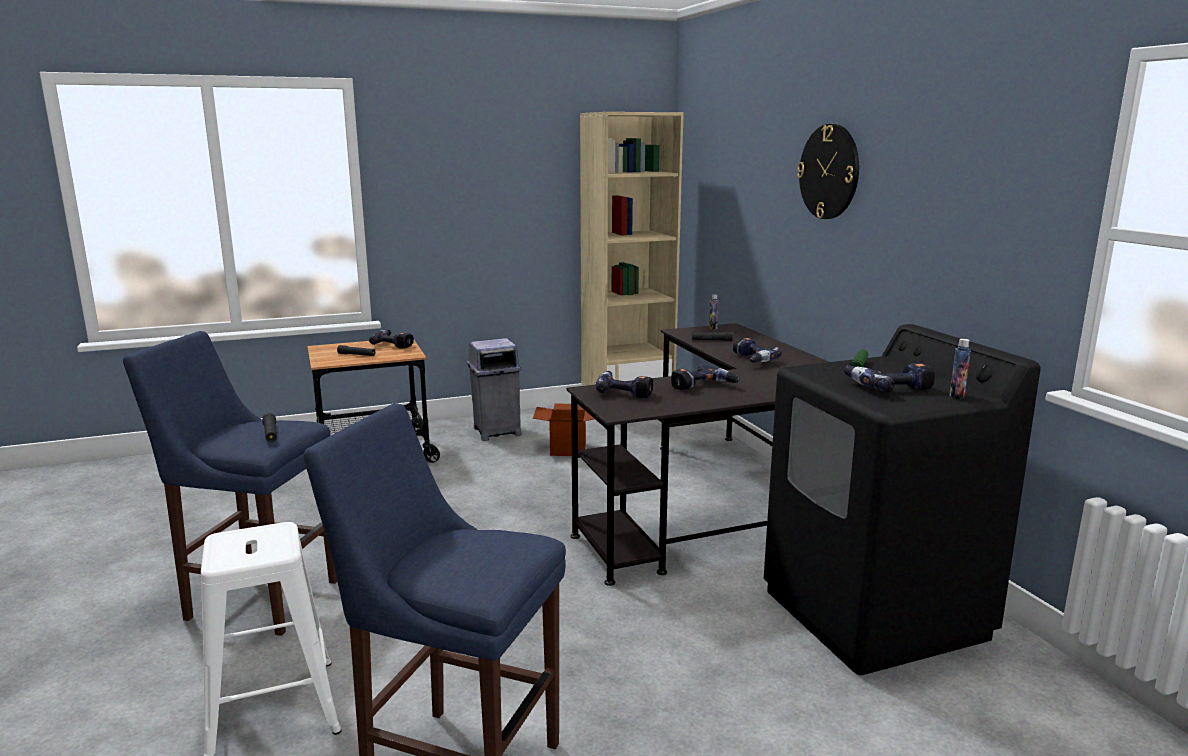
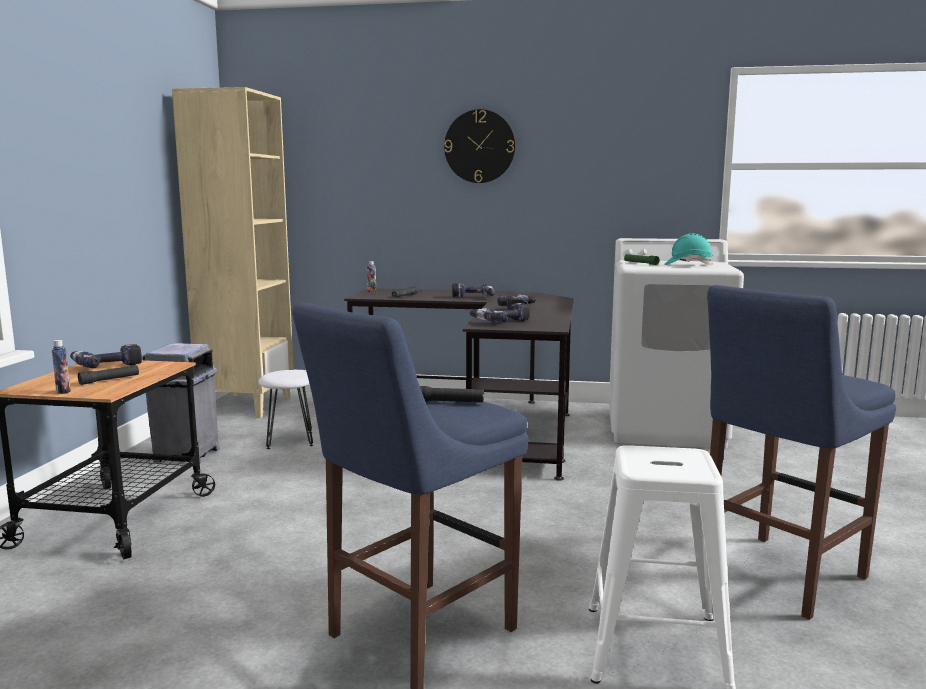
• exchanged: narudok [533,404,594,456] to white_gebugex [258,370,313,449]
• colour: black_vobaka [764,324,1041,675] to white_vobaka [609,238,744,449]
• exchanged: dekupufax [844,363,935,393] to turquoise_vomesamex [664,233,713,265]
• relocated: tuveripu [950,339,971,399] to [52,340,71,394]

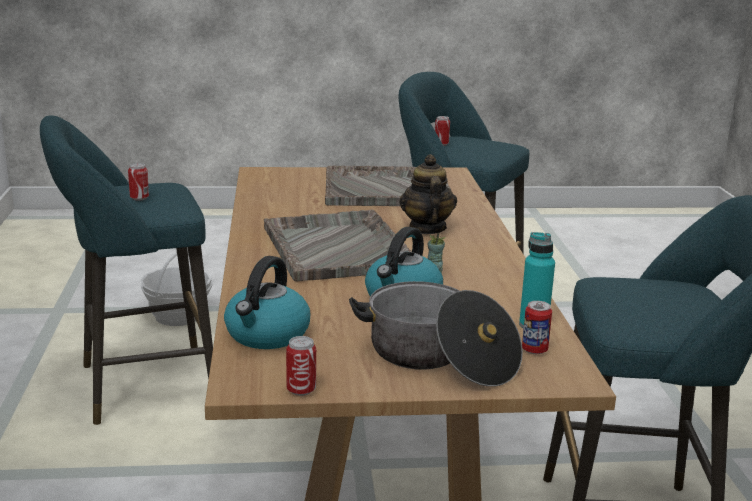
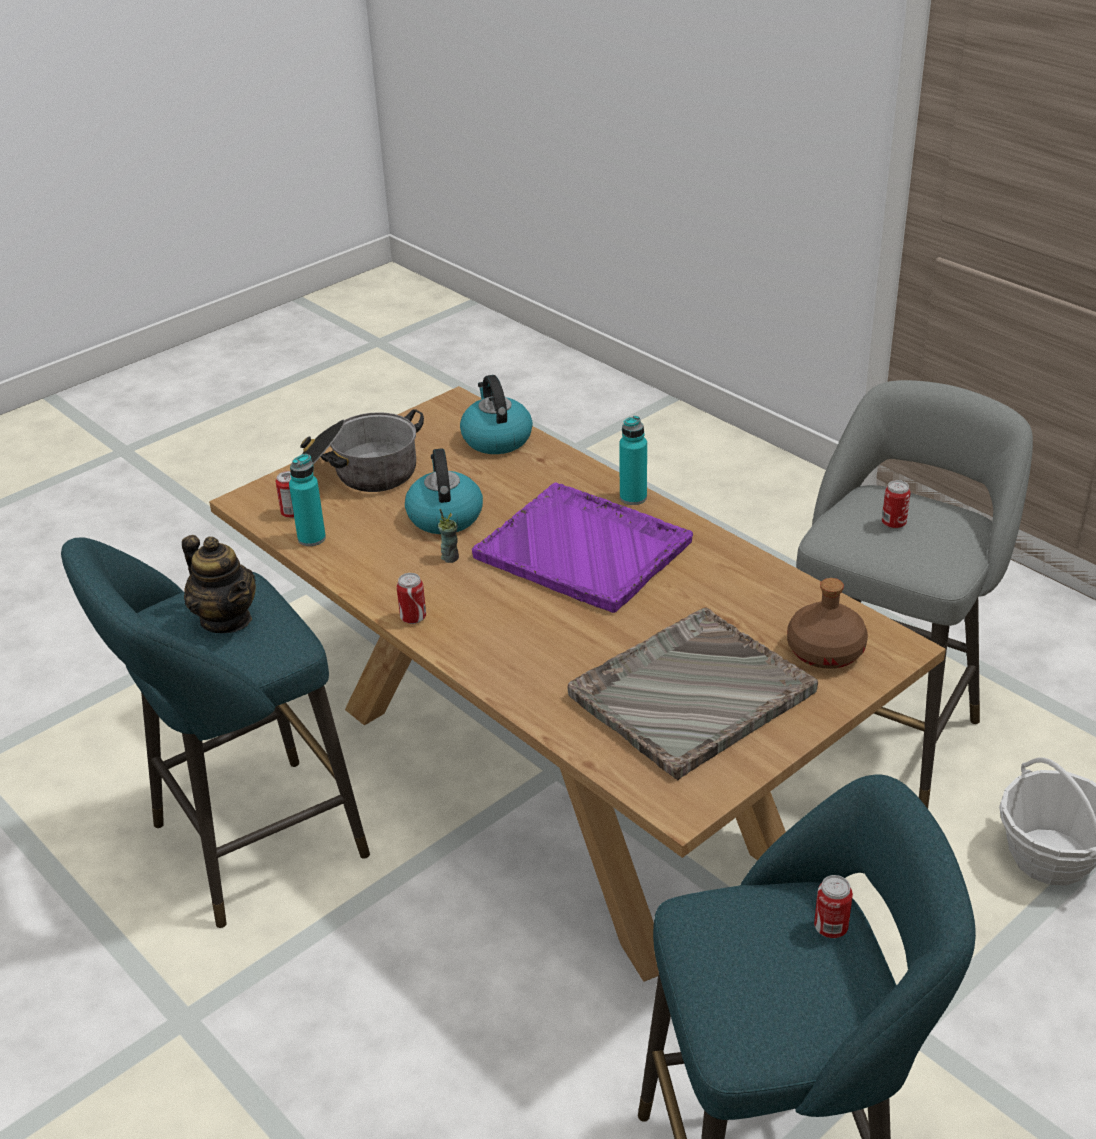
• colour: turquoise_gebugex [40,115,213,425] to grey_gebugex [797,380,1033,809]
• colour: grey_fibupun [264,210,412,281] to purple_fibupun [472,482,693,613]
• relocated: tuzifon [286,336,316,396] to [397,573,426,624]
• relocated: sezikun [400,154,457,234] to [182,535,256,633]
• appeared: turquoise_tuveripu [619,416,647,505]
• appeared: brown_tuveripu [787,578,868,669]

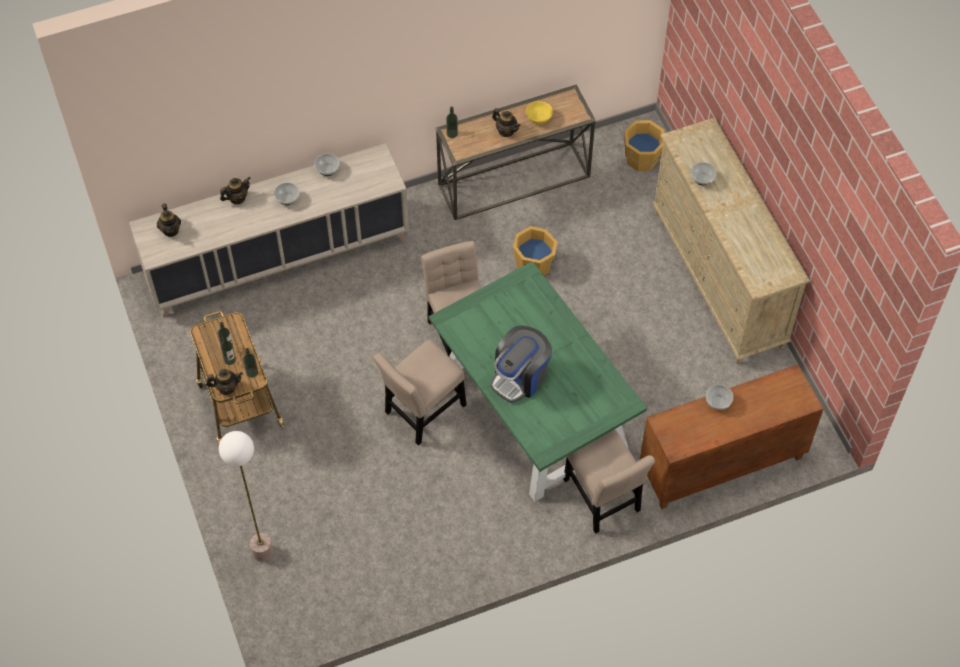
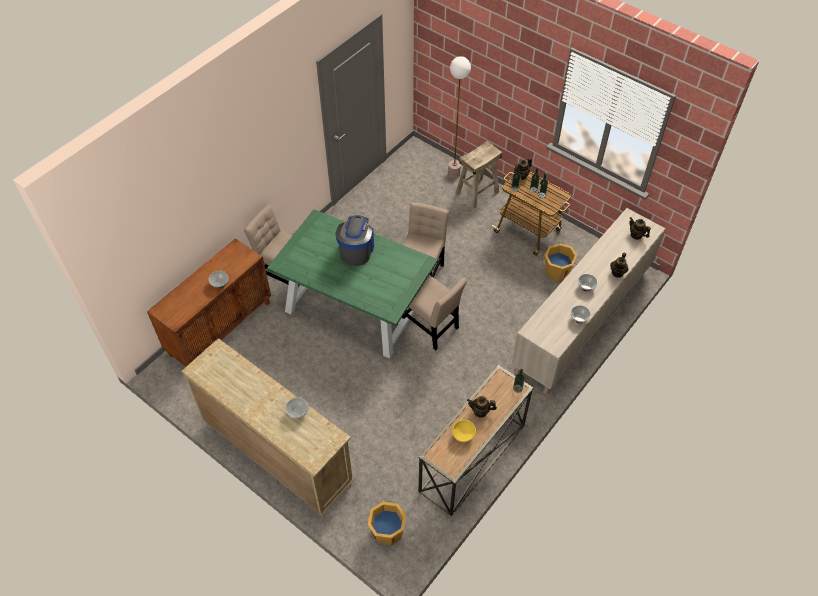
• relocated: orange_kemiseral [513,226,558,275] to [541,243,577,281]
• appeared: beige_gebugex [455,141,502,209]

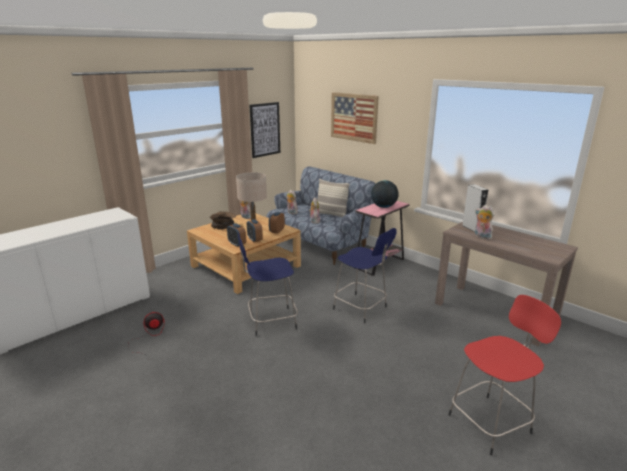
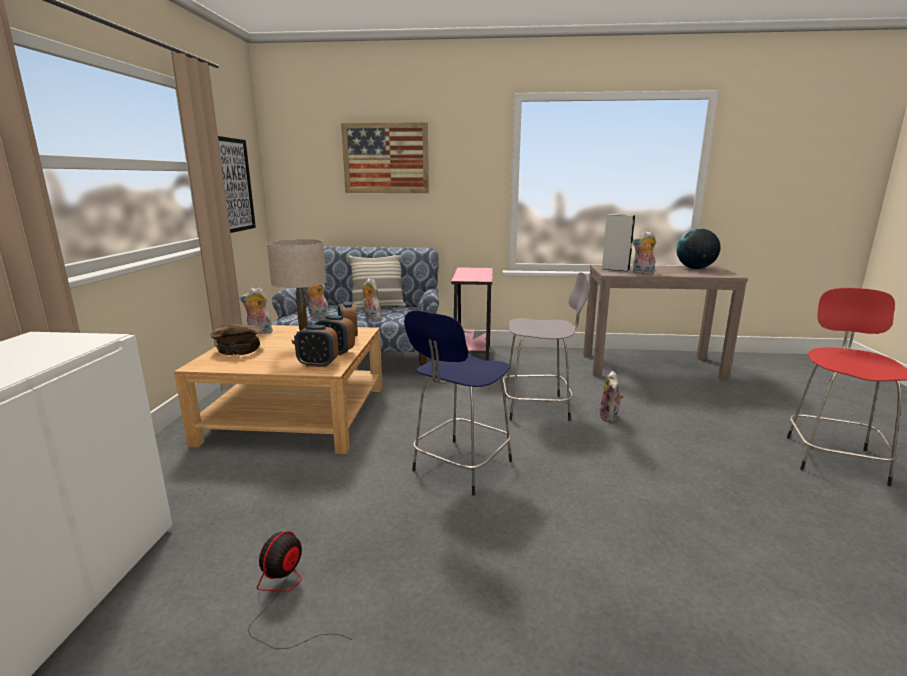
• colour: blue_gebugex [333,228,397,323] to grey_gebugex [503,272,590,421]
• relocated: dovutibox [371,180,399,208] to [676,228,720,269]
• appeared: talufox [599,371,623,422]

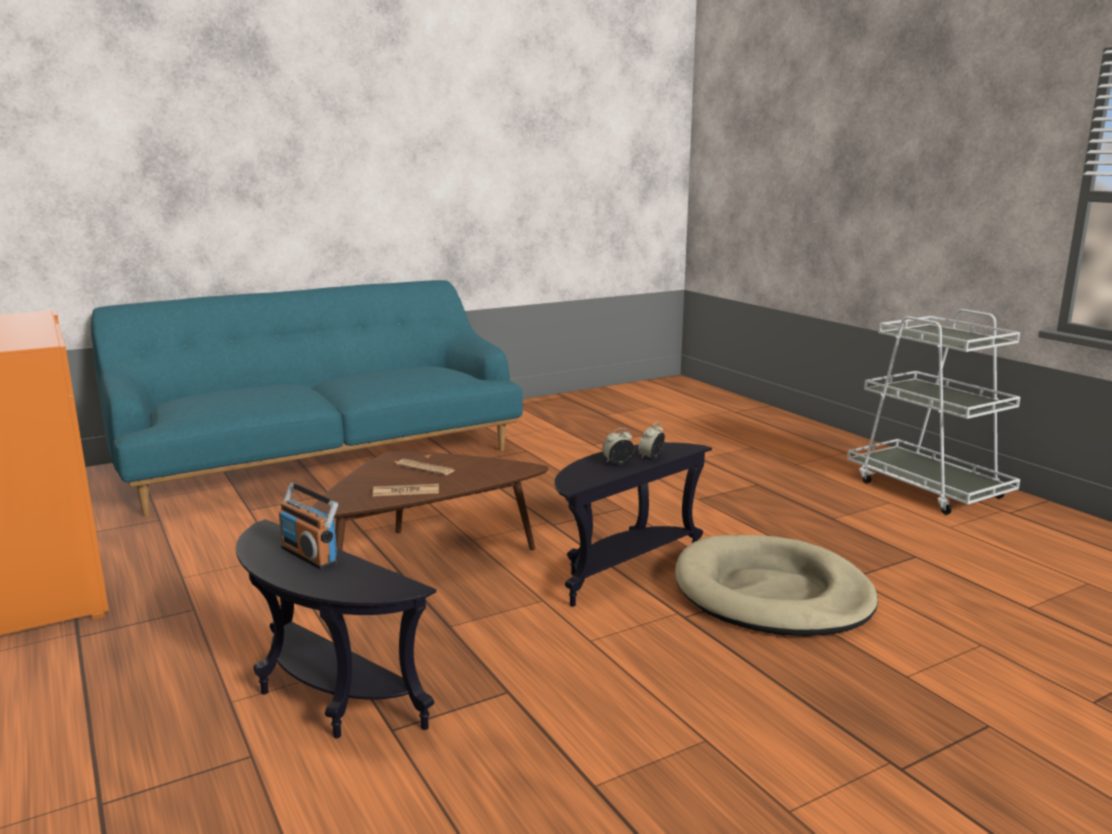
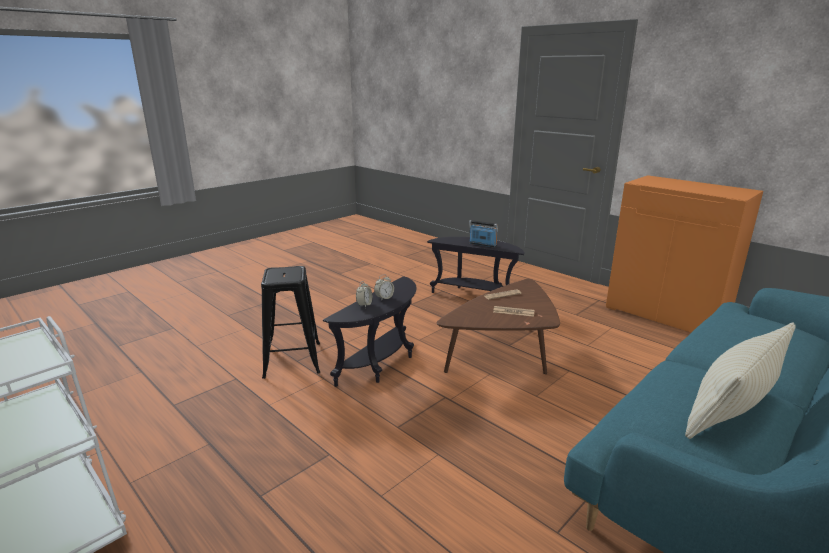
• exchanged: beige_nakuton [675,535,878,637] to black_gebugex [261,266,320,379]
• appeared: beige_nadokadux [685,323,796,439]

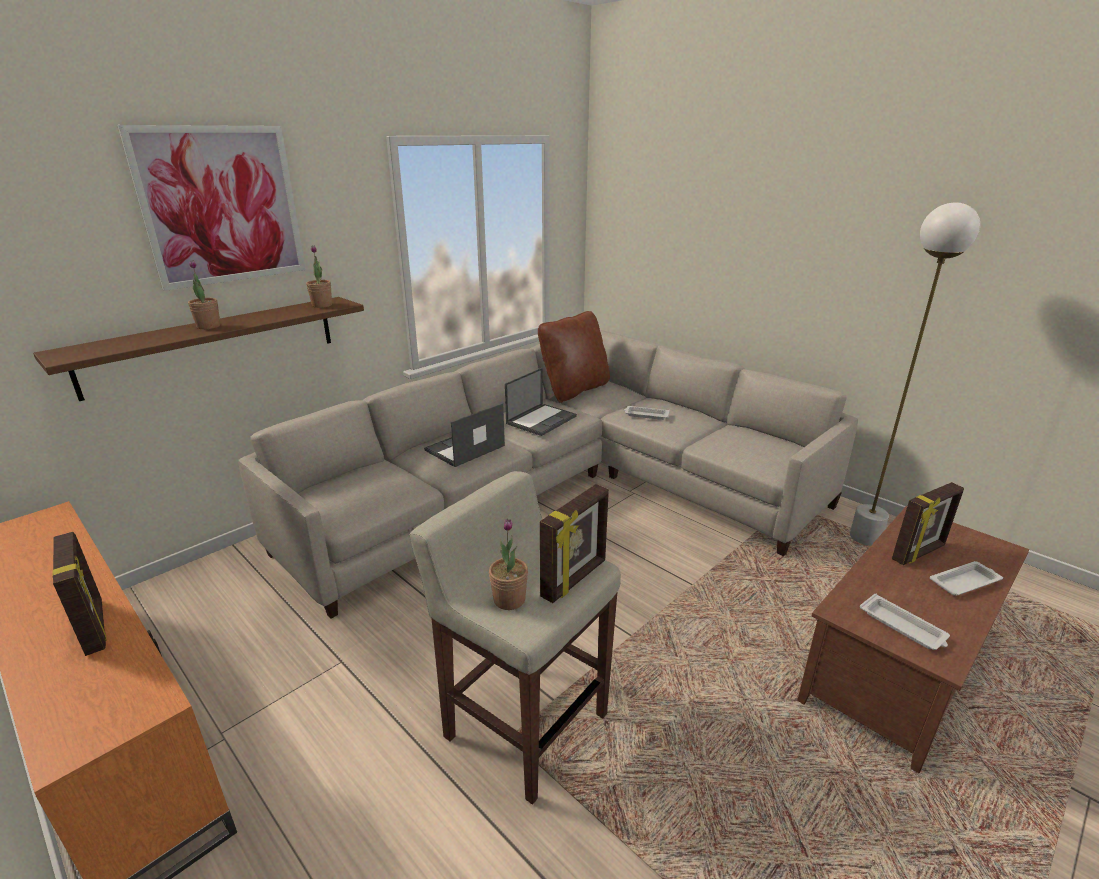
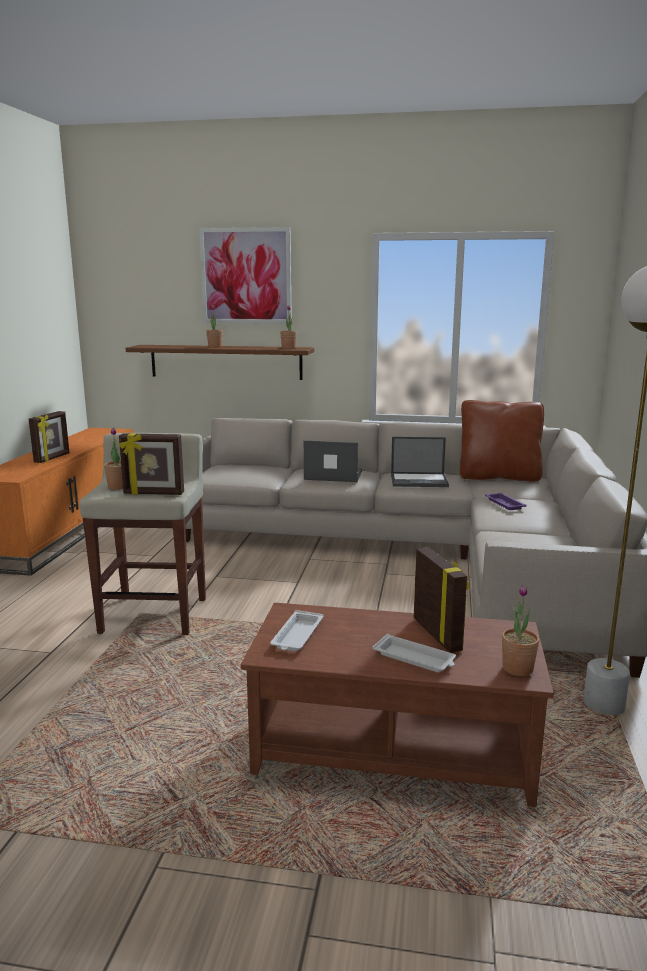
• colour: white_fibupun [624,406,670,420] to purple_fibupun [485,493,527,510]
• spun: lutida [892,482,964,565] = [414,547,469,653] 135 degrees counterclockwise
• appeared: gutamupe [502,585,539,676]

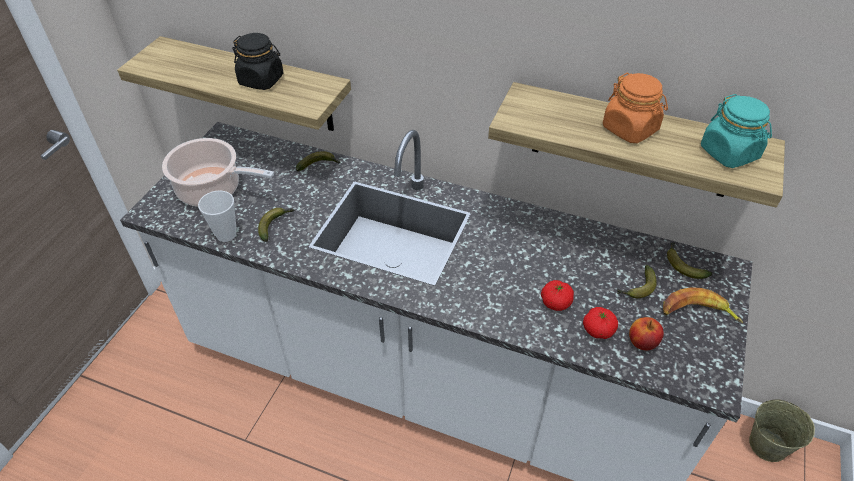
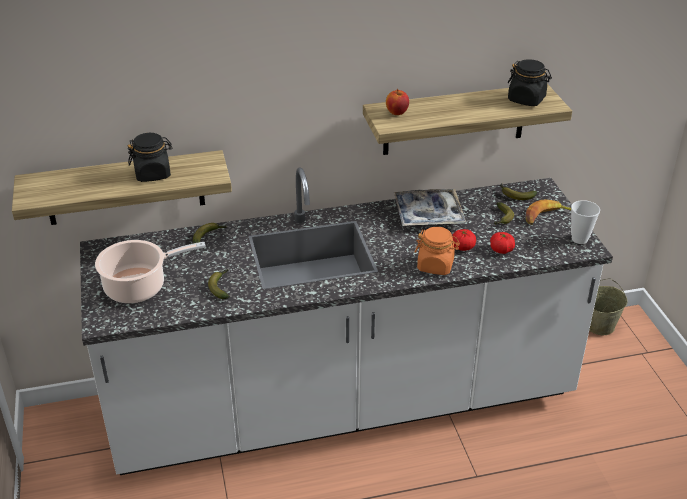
• relocated: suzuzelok [198,191,236,242] to [571,200,600,244]
• relocated: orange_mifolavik [603,72,668,143] to [415,227,460,275]
• relocated: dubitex [629,317,664,350] to [386,89,409,115]
• colour: turquoise_mifolavik [701,94,772,168] to black_mifolavik [508,59,552,106]
• appeared: fibupun [394,189,466,226]

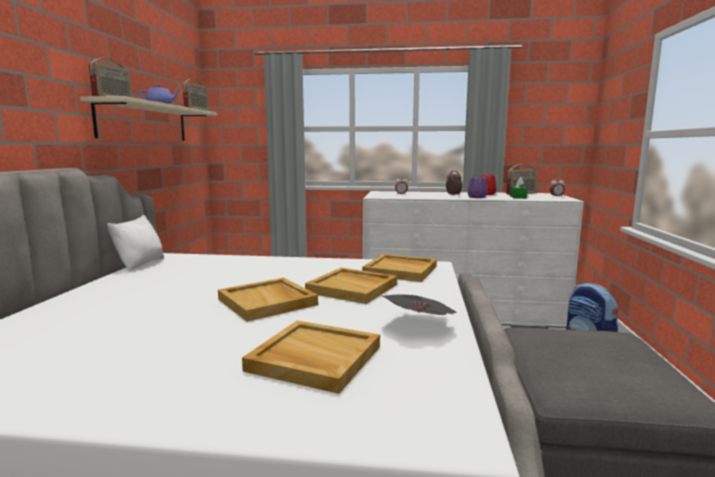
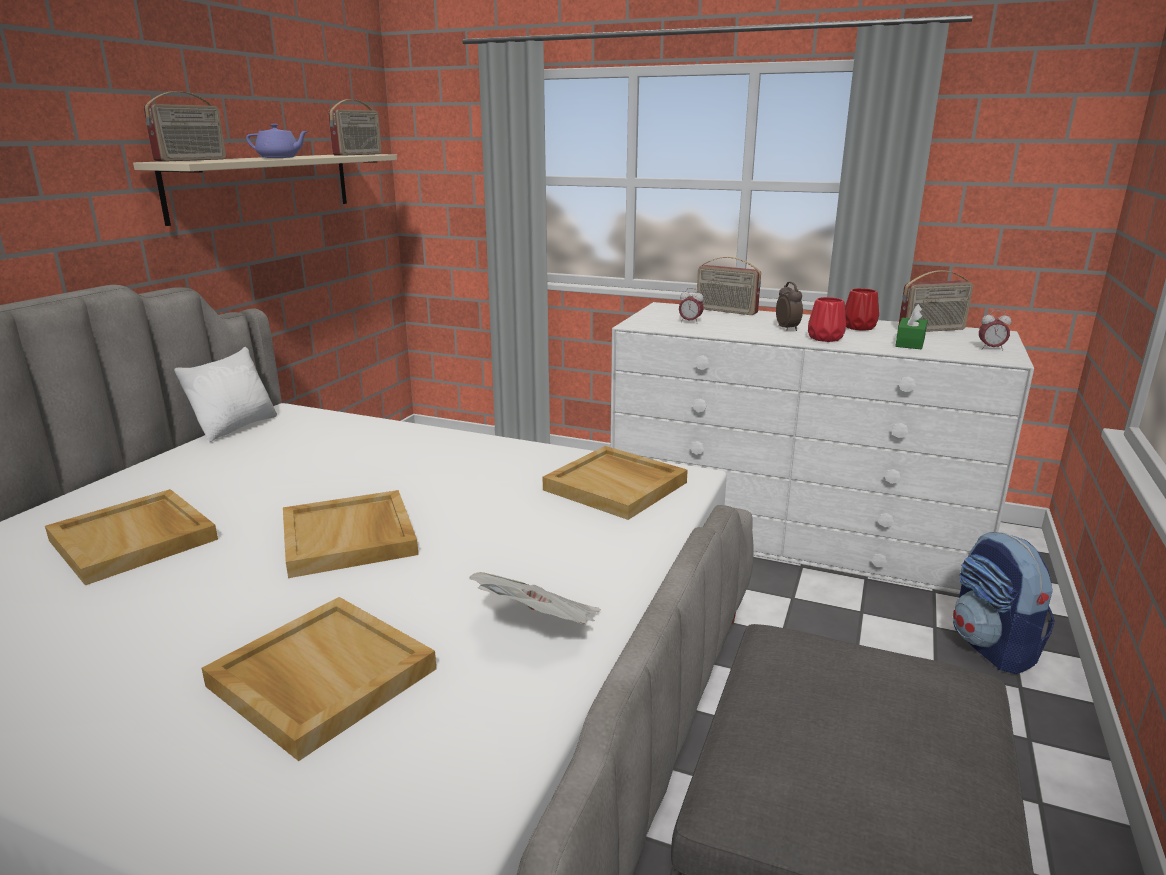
• relocated: beige_fibupun [305,268,397,304] to [45,489,218,585]
• colour: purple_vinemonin [467,176,487,198] to red_vinemonin [808,297,846,342]
• appeared: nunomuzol [697,257,761,315]

